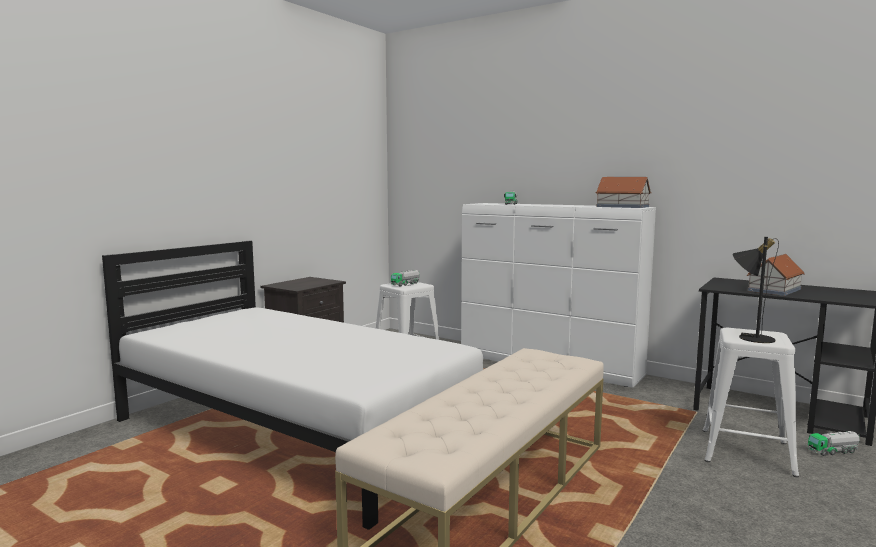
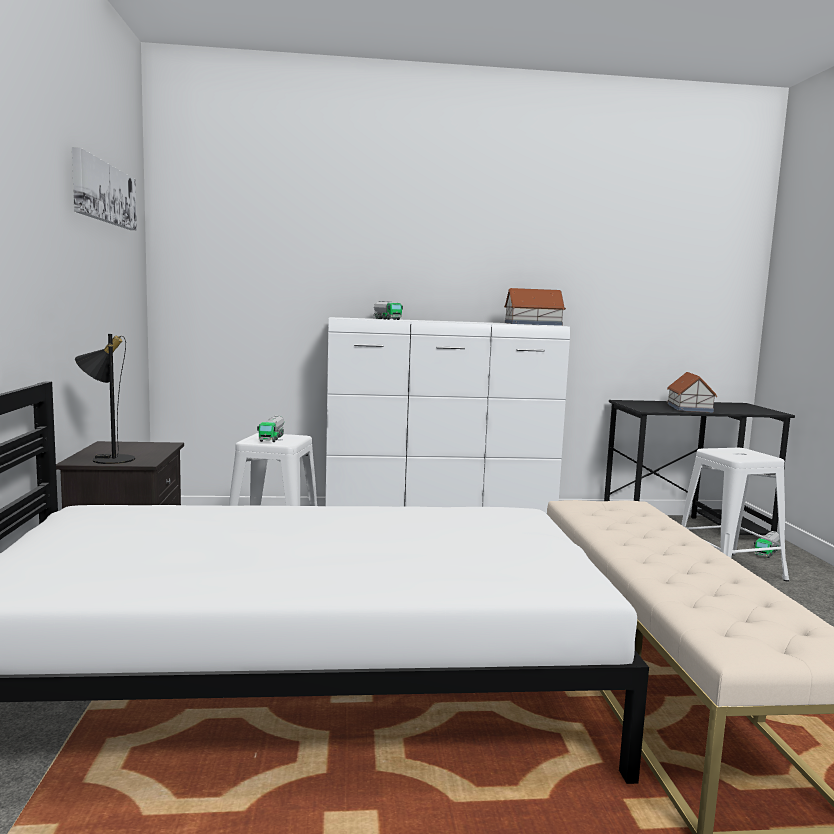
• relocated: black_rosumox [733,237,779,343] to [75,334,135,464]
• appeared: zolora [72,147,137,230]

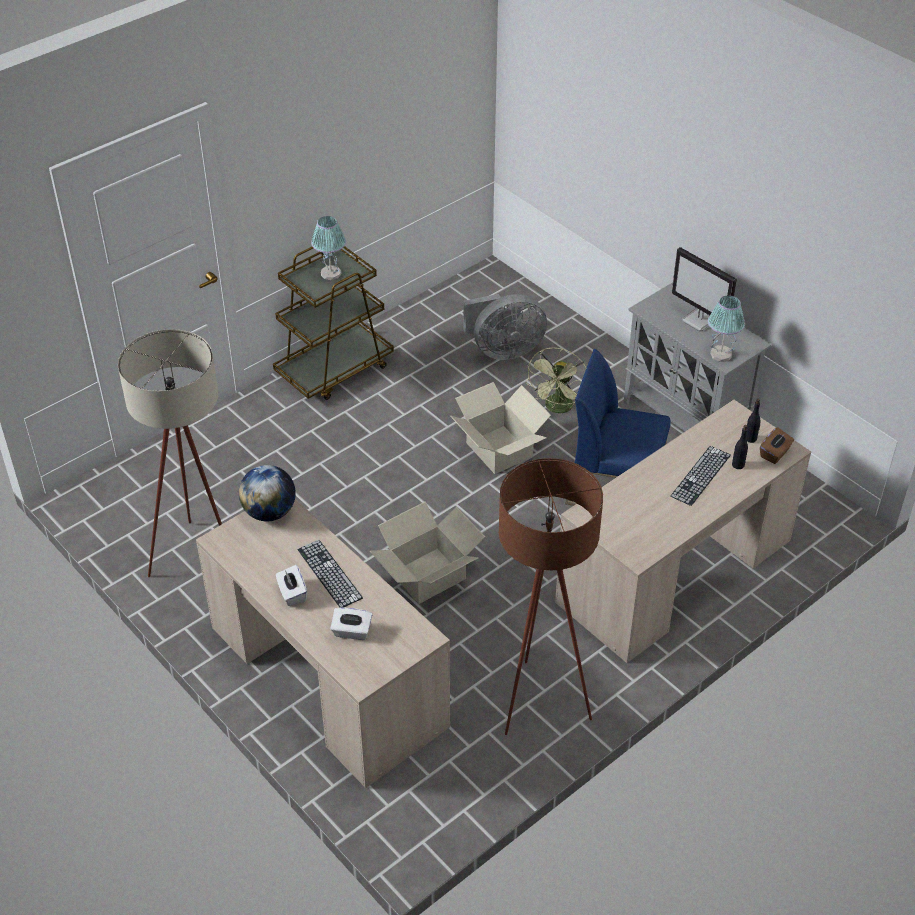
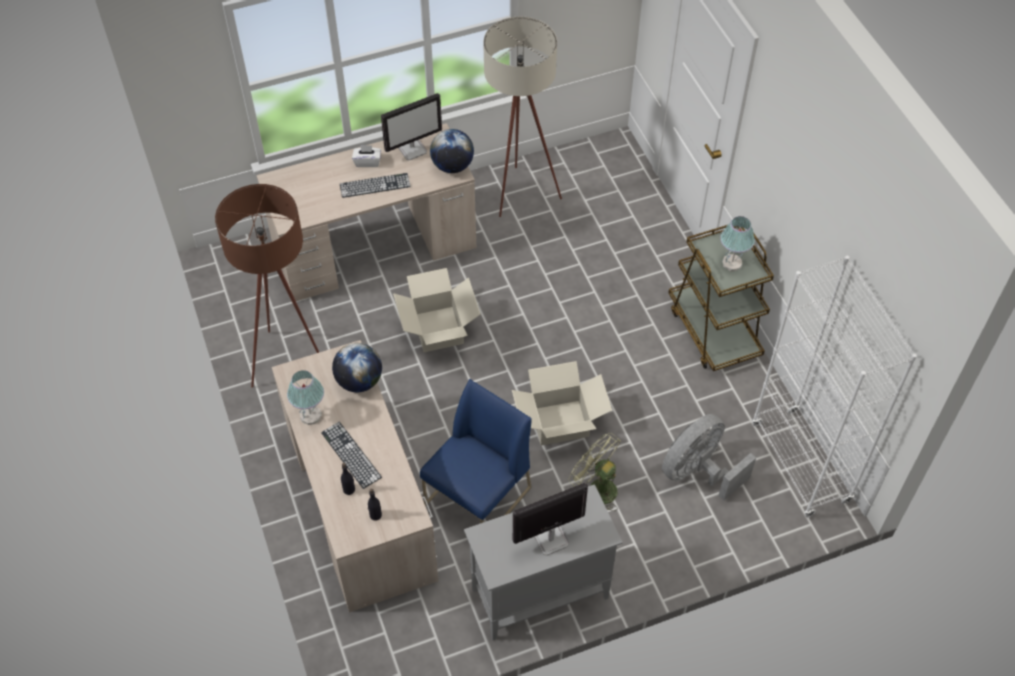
• missing: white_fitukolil [330,607,372,640]
• spun: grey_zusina [463,294,547,360] = [662,414,756,501] 45 degrees clockwise
• relocated: rosumox [708,295,745,362] to [287,370,324,425]
• missing: brown_fitukolil [760,427,794,464]
• appeared: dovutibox [332,343,382,392]
• appeared: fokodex [381,93,442,160]
• appeared: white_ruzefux [752,256,917,518]

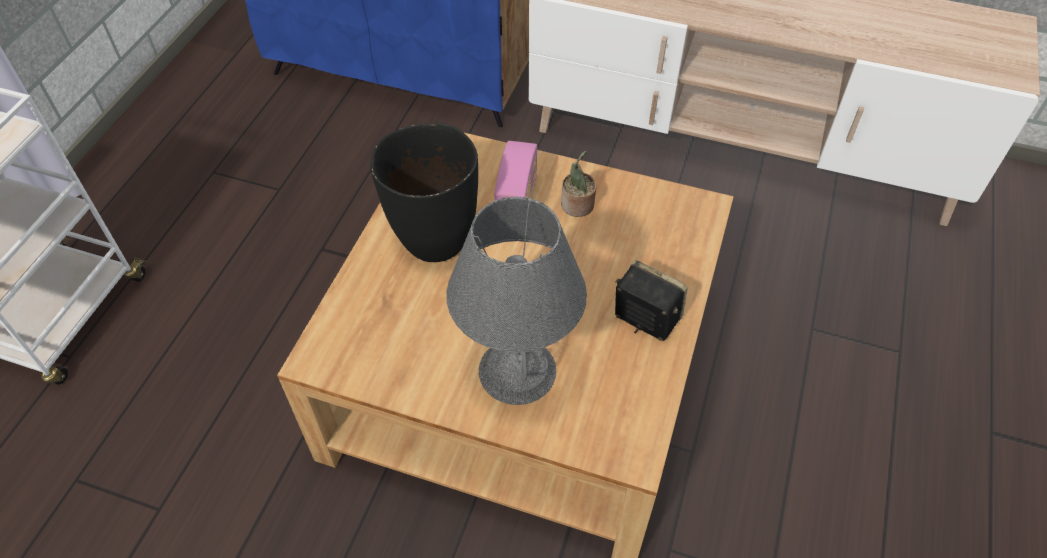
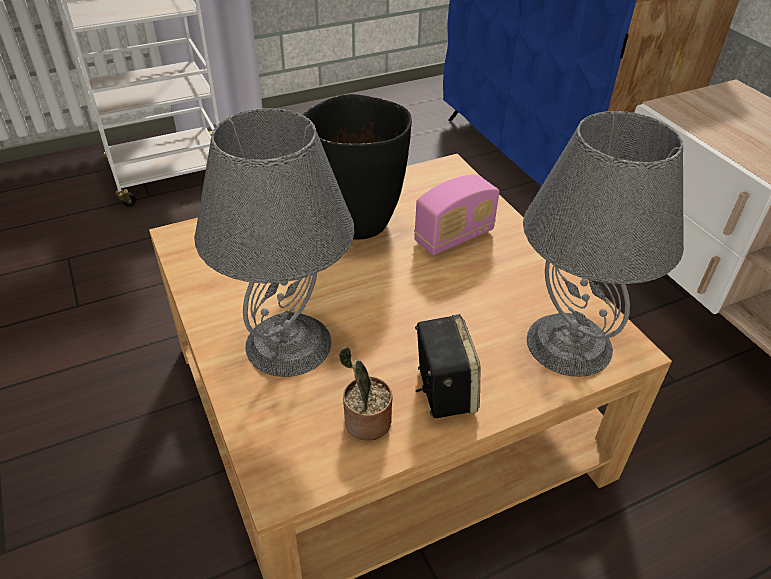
• relocated: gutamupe [561,151,597,217] to [339,347,393,440]
• appeared: grey_rosumox [523,111,684,377]

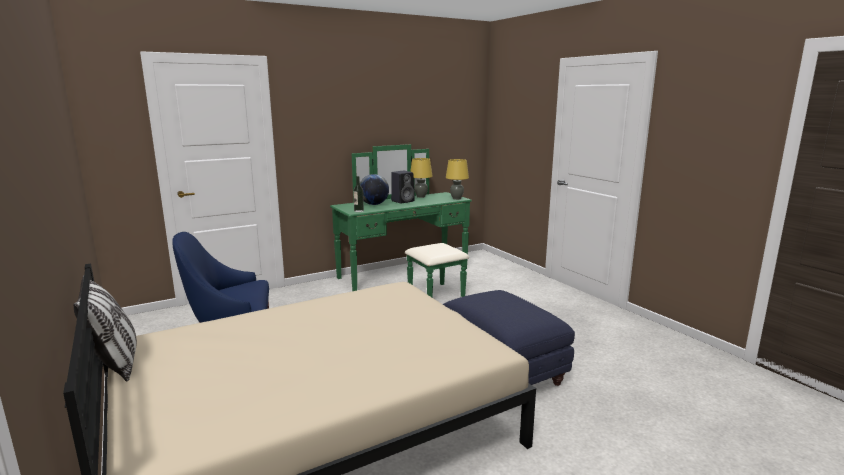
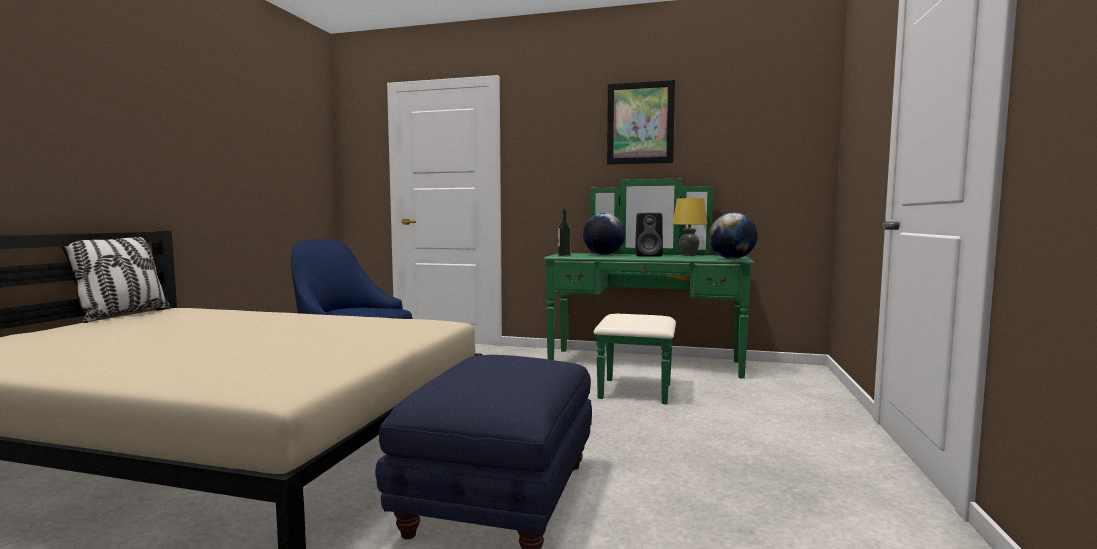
• exchanged: yellow_rosumox [446,159,469,200] to dovutibox [709,212,758,259]
• appeared: zolora [607,80,675,165]

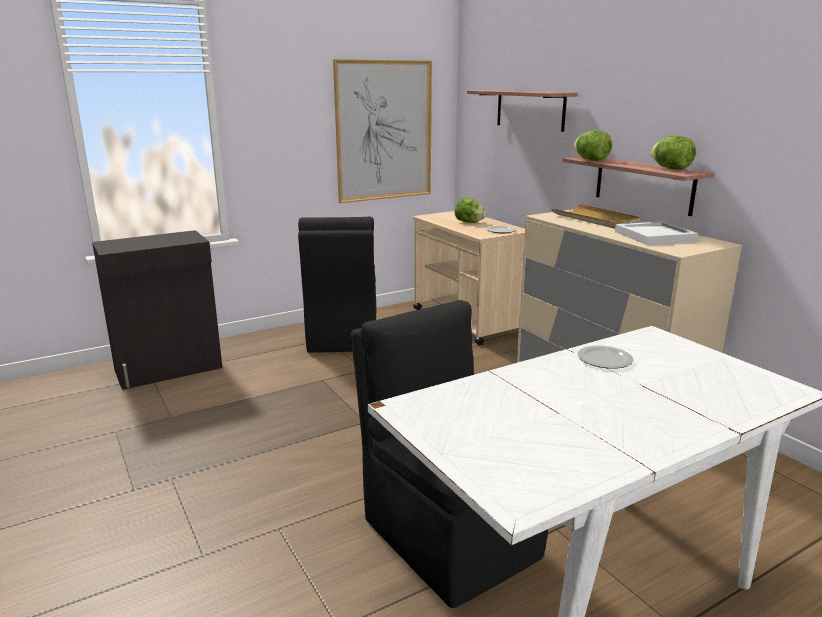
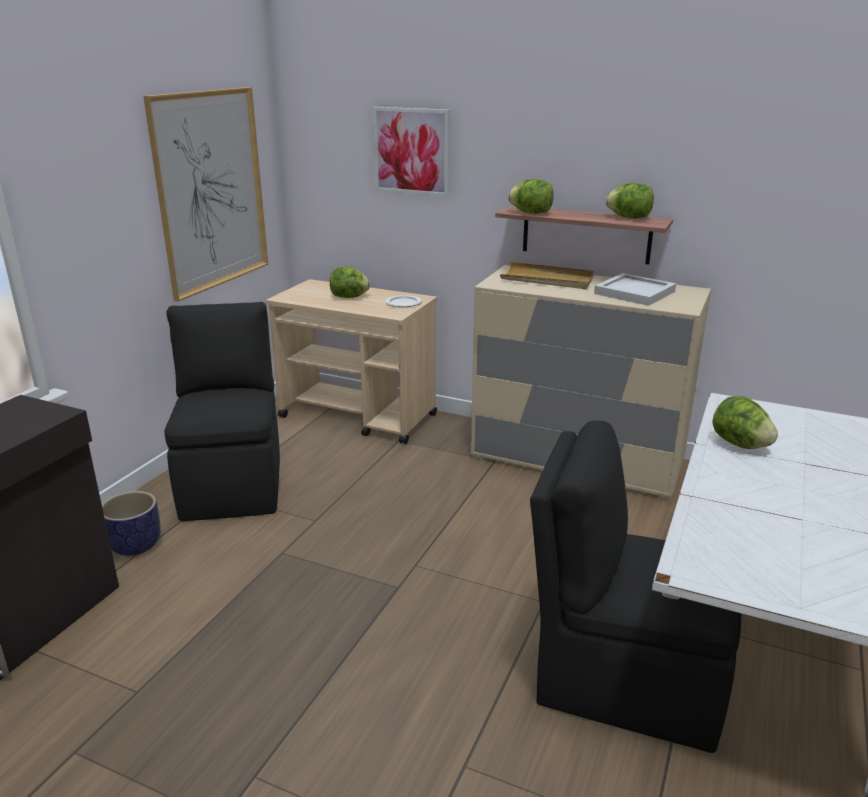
• spun: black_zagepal [298,217,376,353] = [164,302,280,521] 150 degrees counterclockwise
• exchanged: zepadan [467,90,577,132] to zolora [372,107,450,197]
• exchanged: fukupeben [577,346,633,369] to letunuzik [713,396,778,449]
• appeared: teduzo [102,491,161,556]

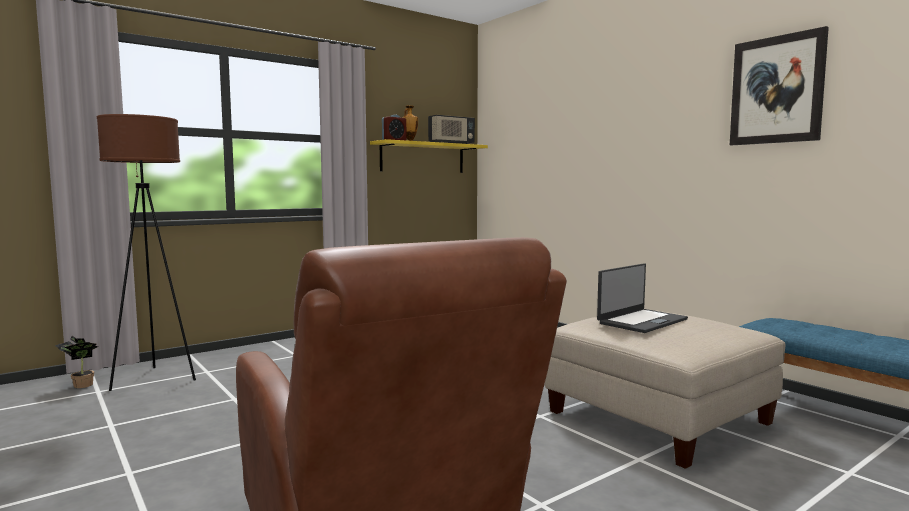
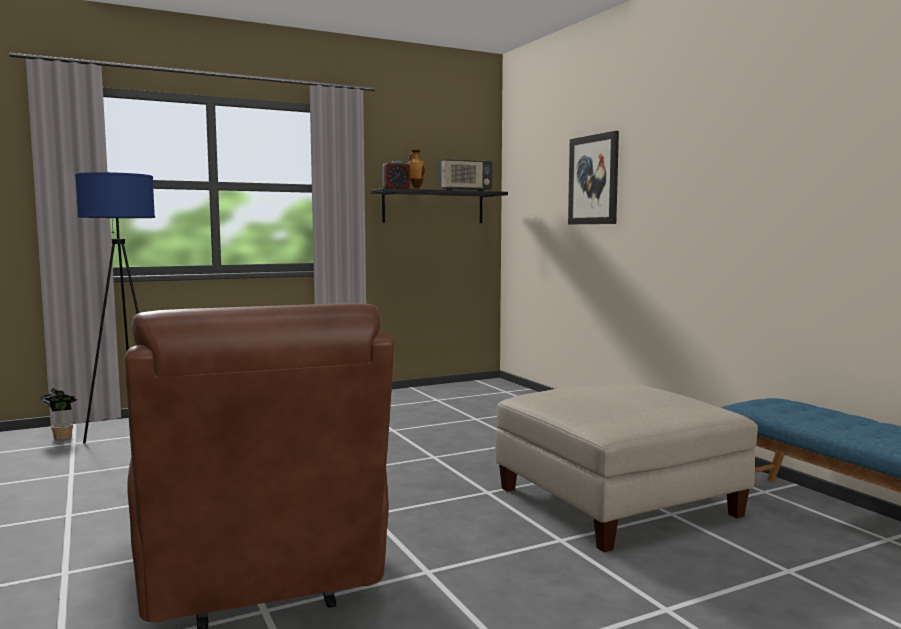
• colour: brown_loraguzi [97,114,196,391] to blue_loraguzi [75,172,155,443]
• colour: yellow_zepadan [370,139,488,173] to black_zepadan [371,188,508,223]
• missing: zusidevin [597,263,688,333]
• relocated: zolora [730,26,829,145] to [568,131,619,224]

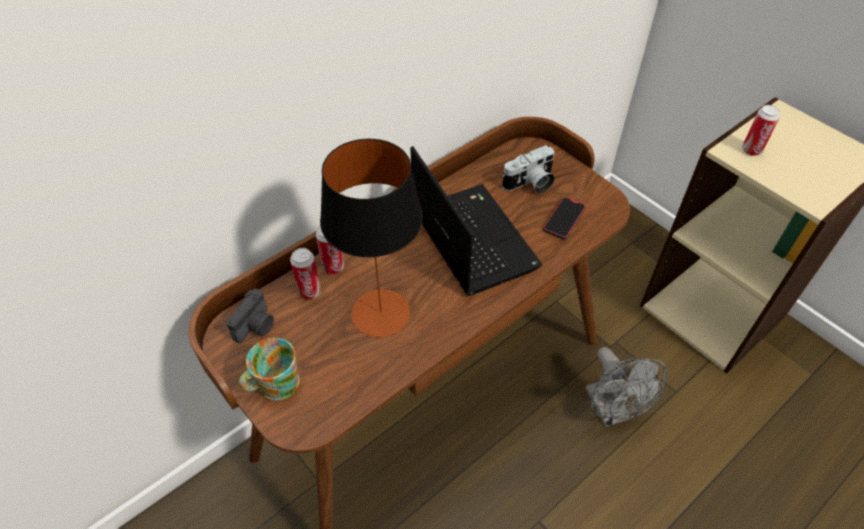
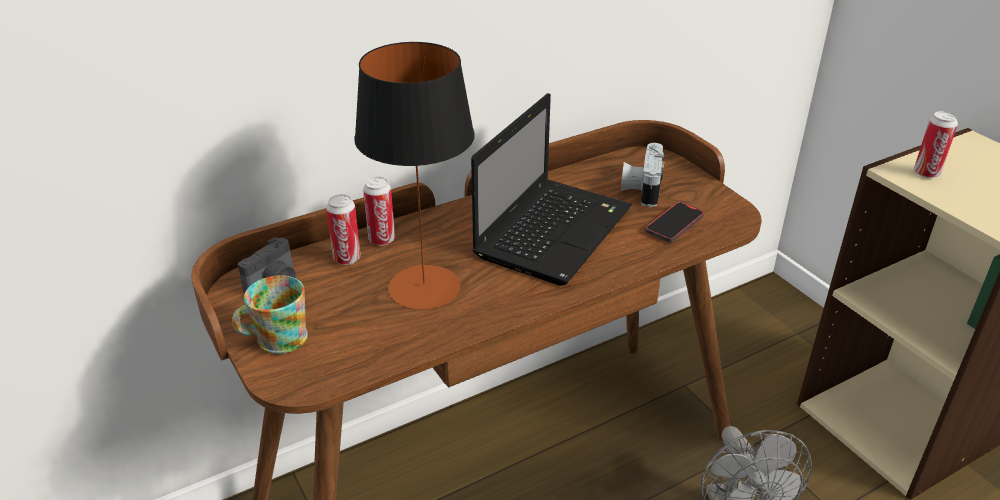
• spun: zusidevin [410,146,543,295] = [471,93,632,286] 45 degrees clockwise
• spun: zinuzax [502,145,555,194] = [621,143,664,207] 120 degrees clockwise

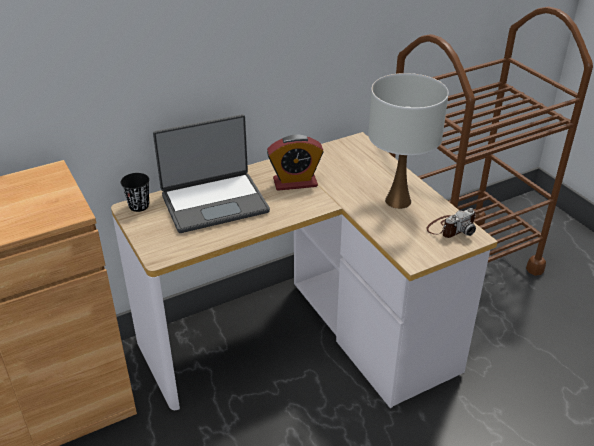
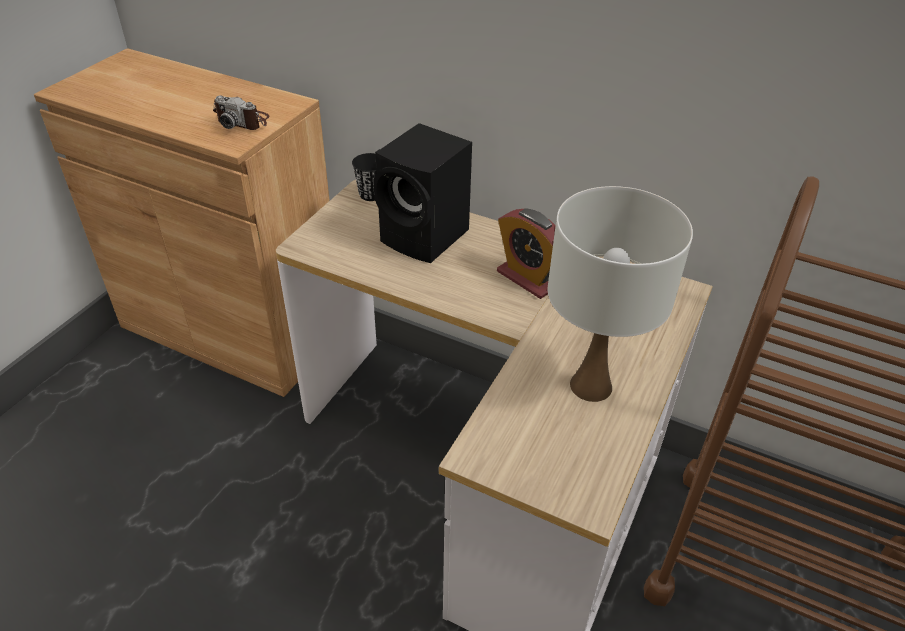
• exchanged: zusidevin [153,114,270,233] to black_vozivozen [373,123,472,263]
• relocated: zinuzax [426,208,476,238] to [213,95,270,130]

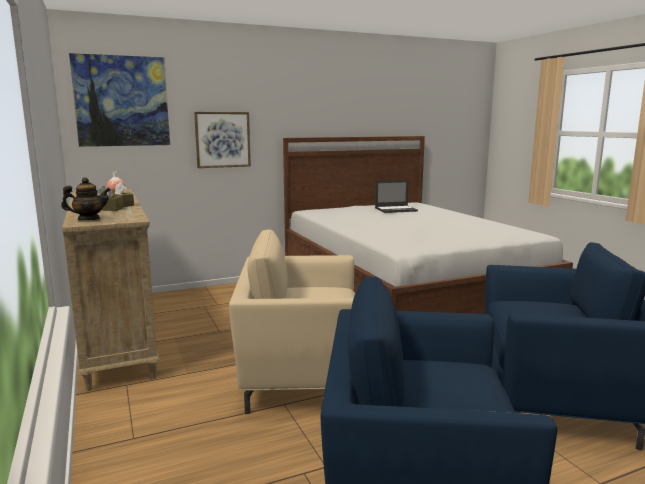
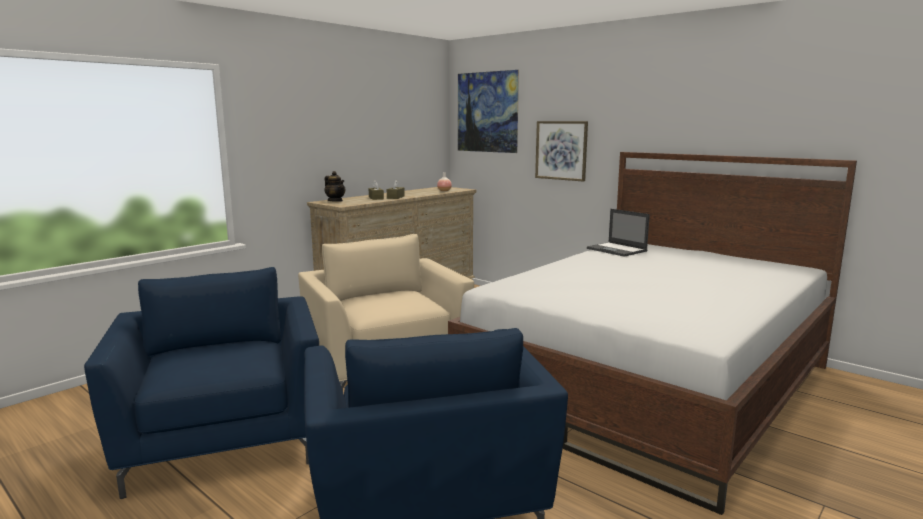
• relocated: zusidevin [375,180,418,213] to [587,209,650,257]

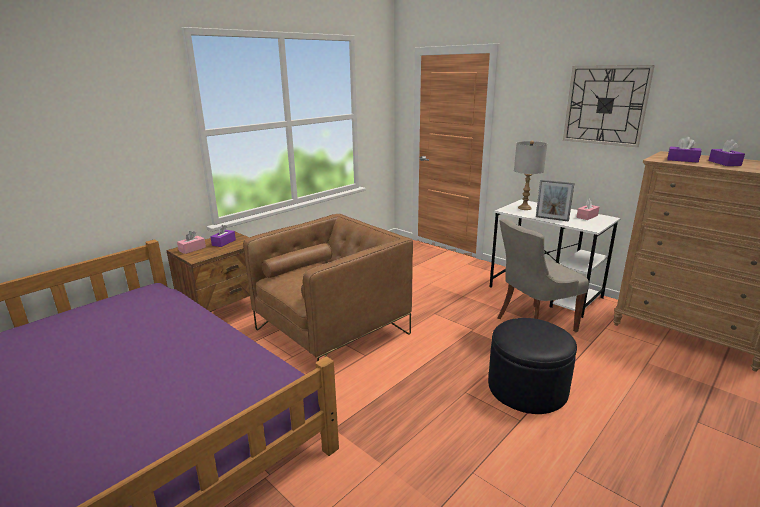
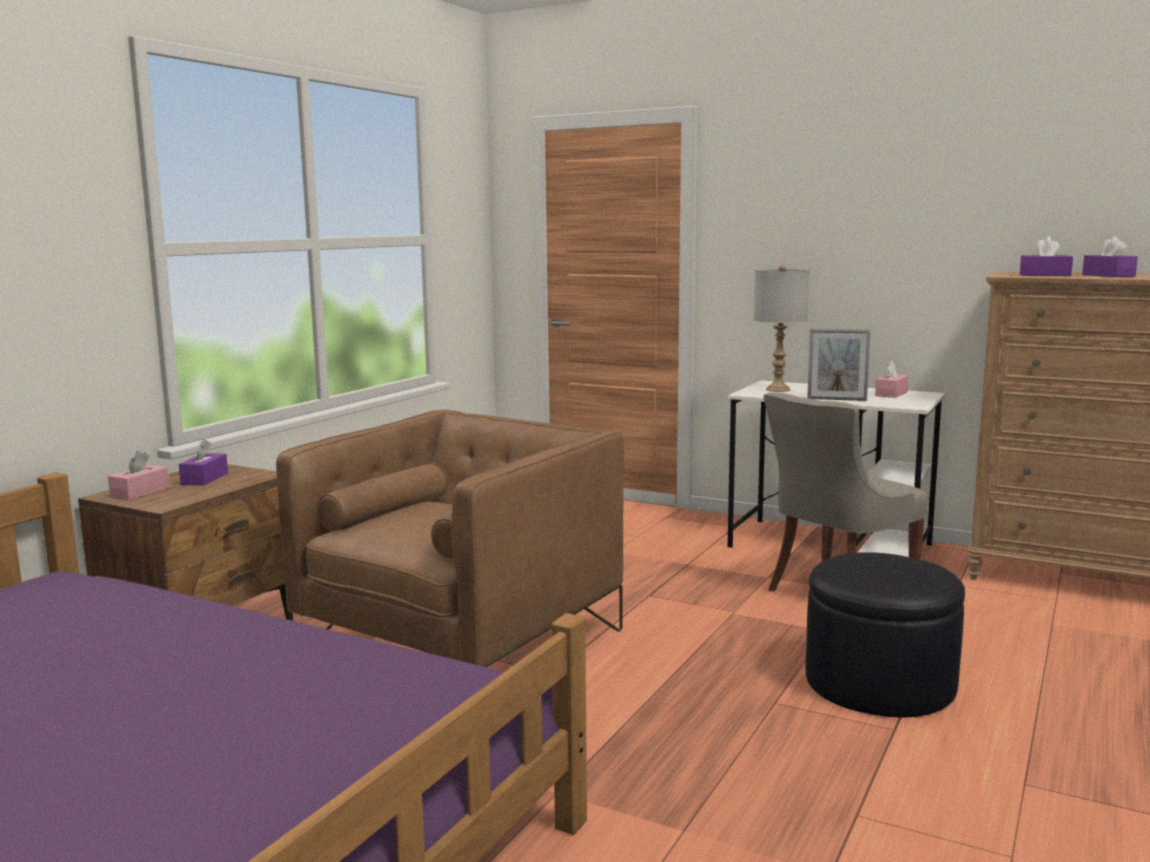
• missing: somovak [563,65,655,147]

